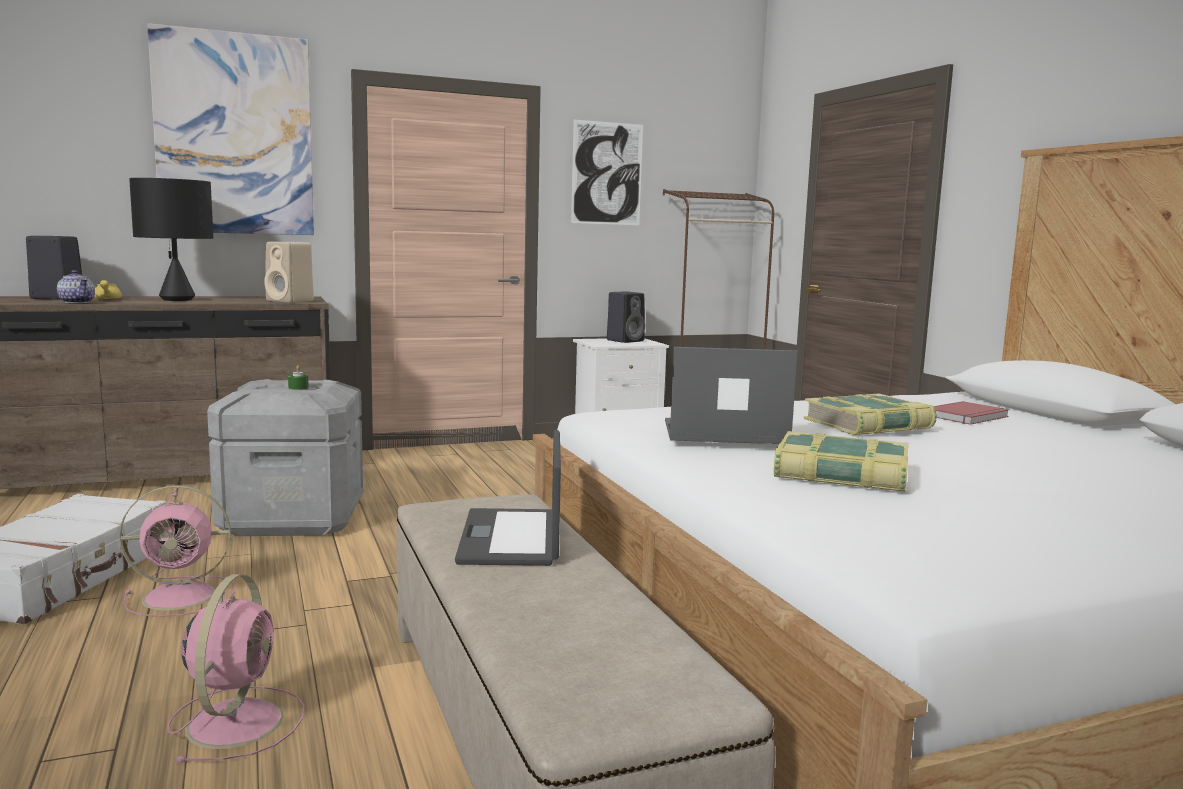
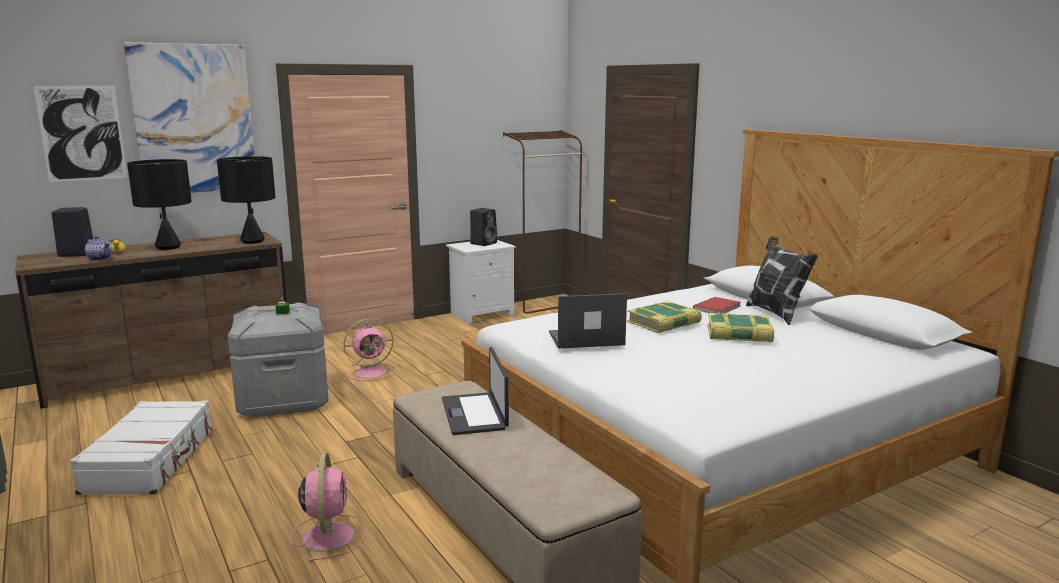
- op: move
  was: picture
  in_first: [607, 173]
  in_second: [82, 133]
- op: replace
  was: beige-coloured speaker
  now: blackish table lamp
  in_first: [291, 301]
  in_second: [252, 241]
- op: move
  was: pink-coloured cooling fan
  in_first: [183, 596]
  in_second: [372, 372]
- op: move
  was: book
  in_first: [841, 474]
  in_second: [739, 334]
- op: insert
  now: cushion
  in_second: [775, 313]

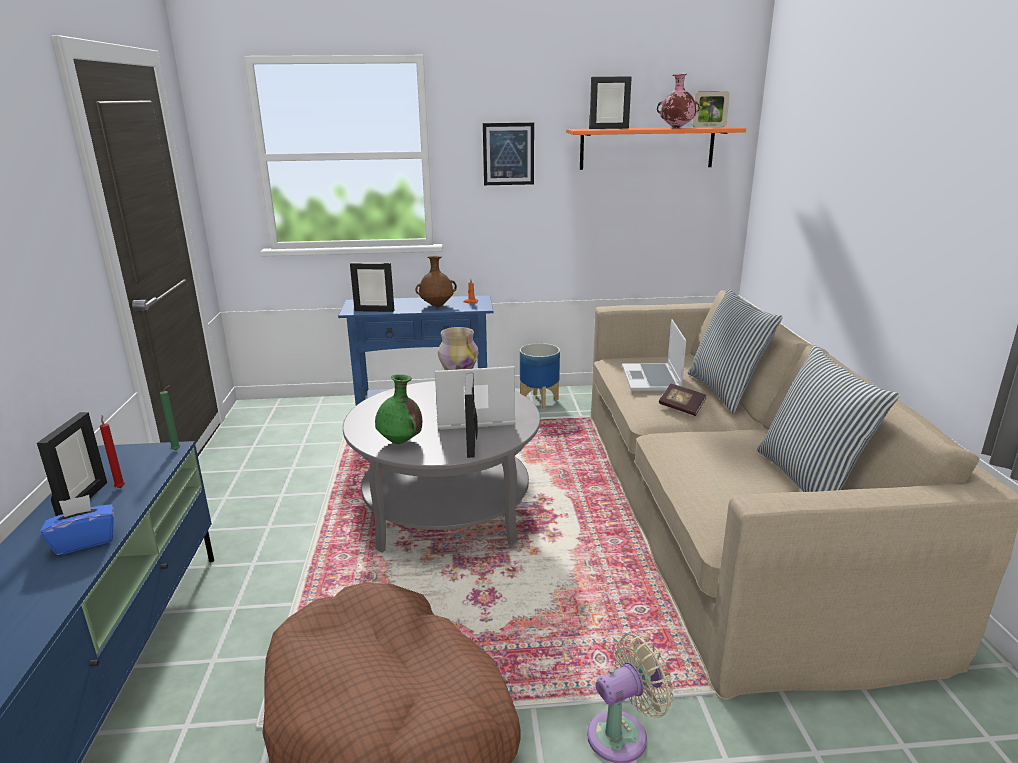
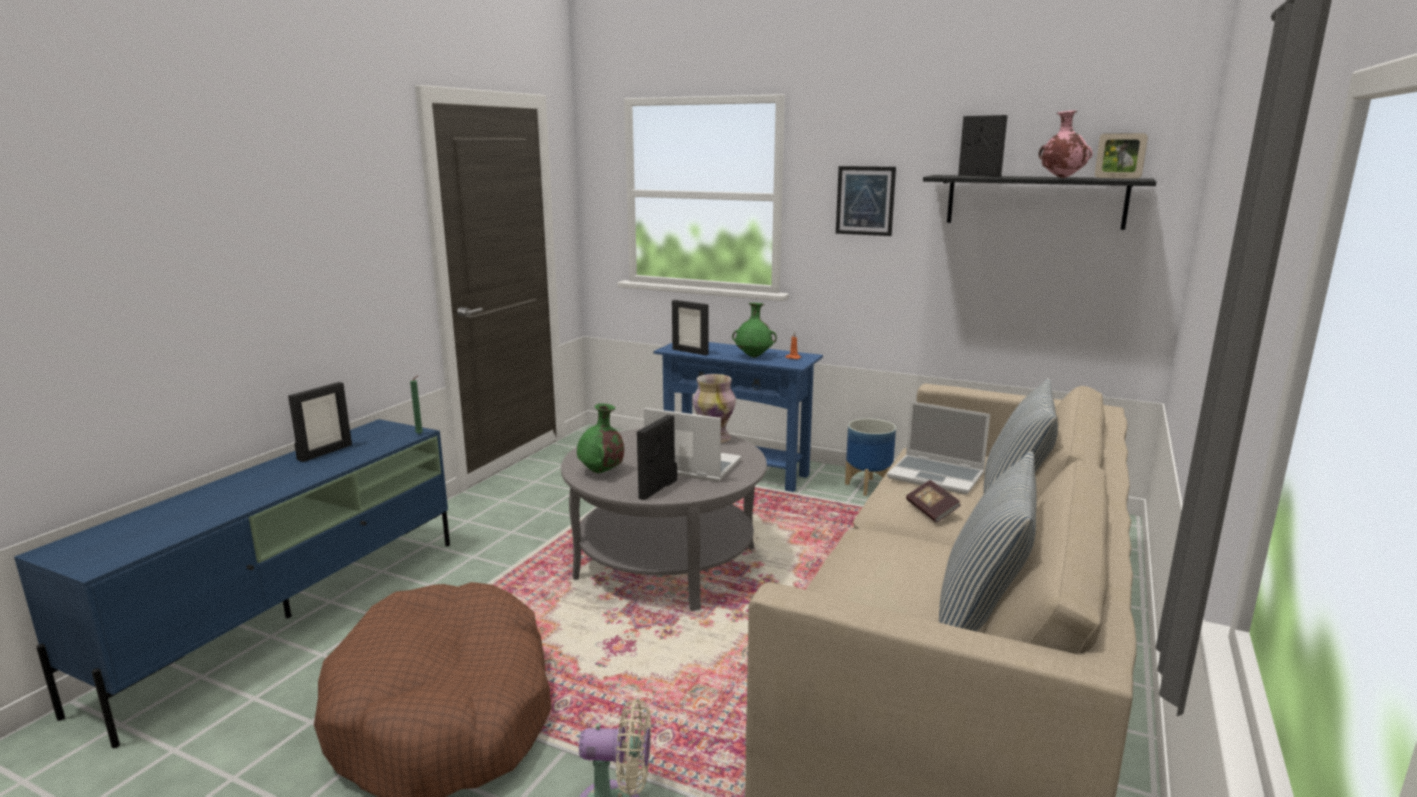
- op: recolor
  was: brownish decorative vase
  now: green-coloured decorative vase
  in_first: [437, 306]
  in_second: [754, 356]
- op: rotate
  was: portable computer
  in_first: [652, 379]
  in_second: [937, 476]
  clockwise: -90
- op: recolor
  was: orange bracket shelf
  now: blackish bracket shelf
  in_first: [647, 148]
  in_second: [1035, 201]
- op: rotate
  was: picture frame
  in_first: [608, 128]
  in_second: [978, 176]
  clockwise: -150
- op: delete
  was: blue-coloured tissue holder
  in_first: [85, 541]
- op: delete
  was: red-coloured wax light
  in_first: [120, 487]

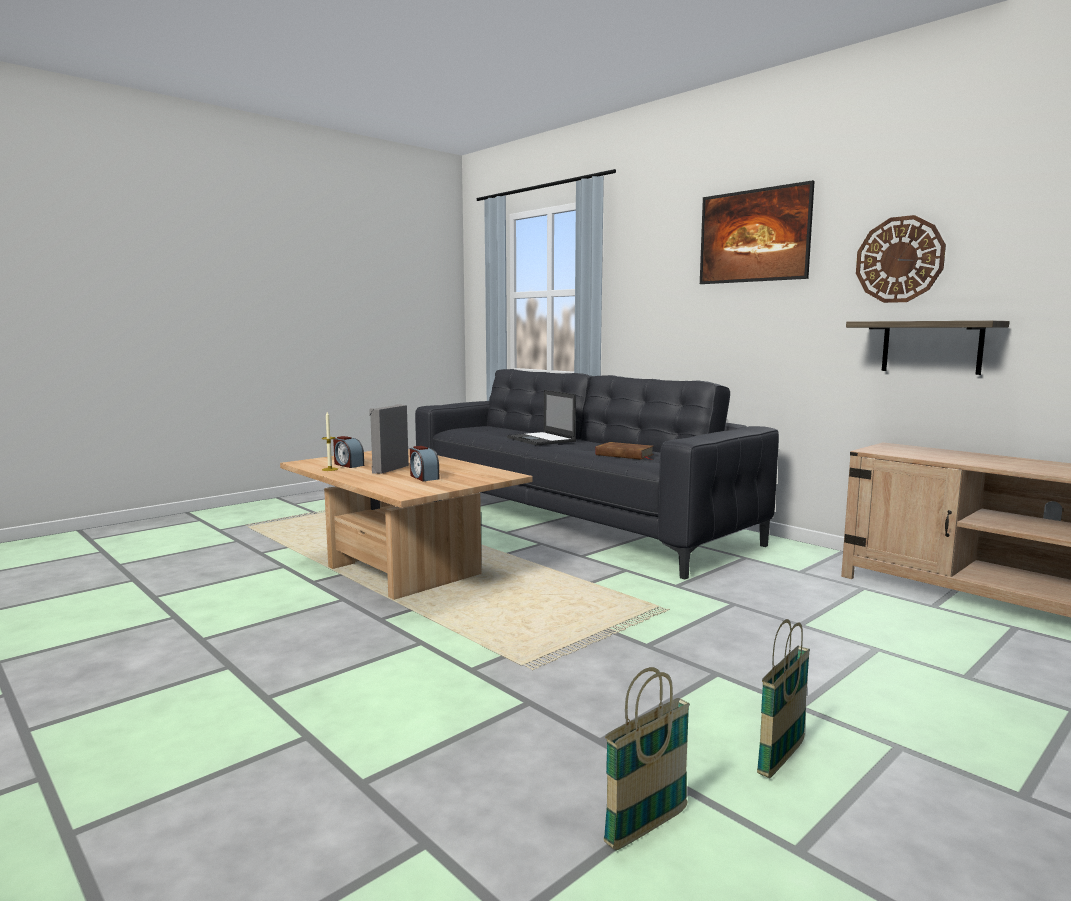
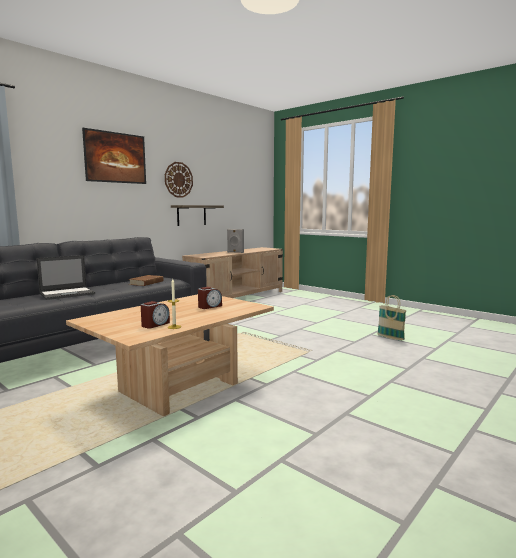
- op: move
  was: gray speaker
  in_first: [389, 469]
  in_second: [235, 252]
- op: delete
  was: basket
  in_first: [781, 758]

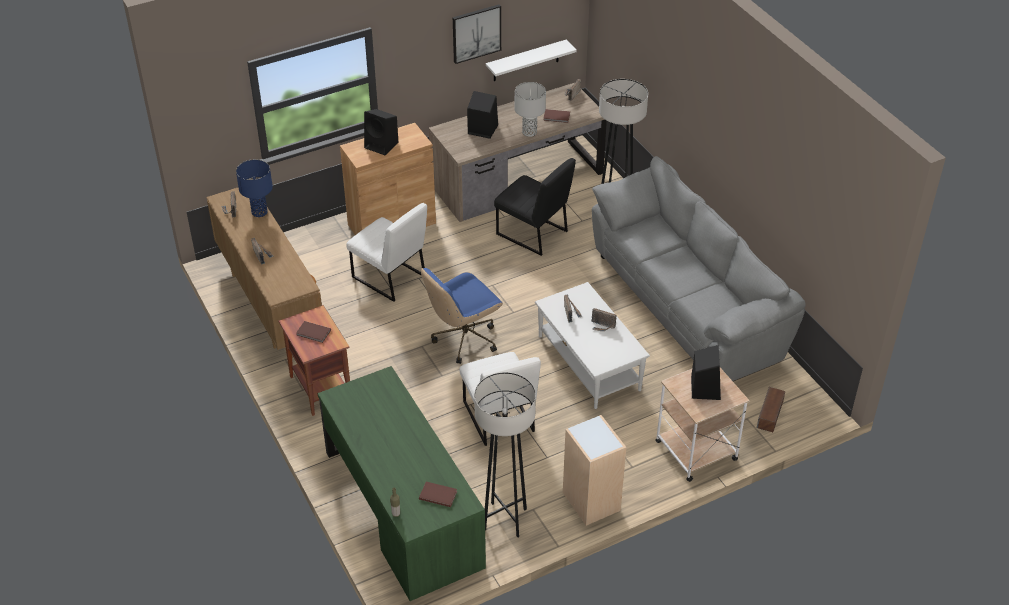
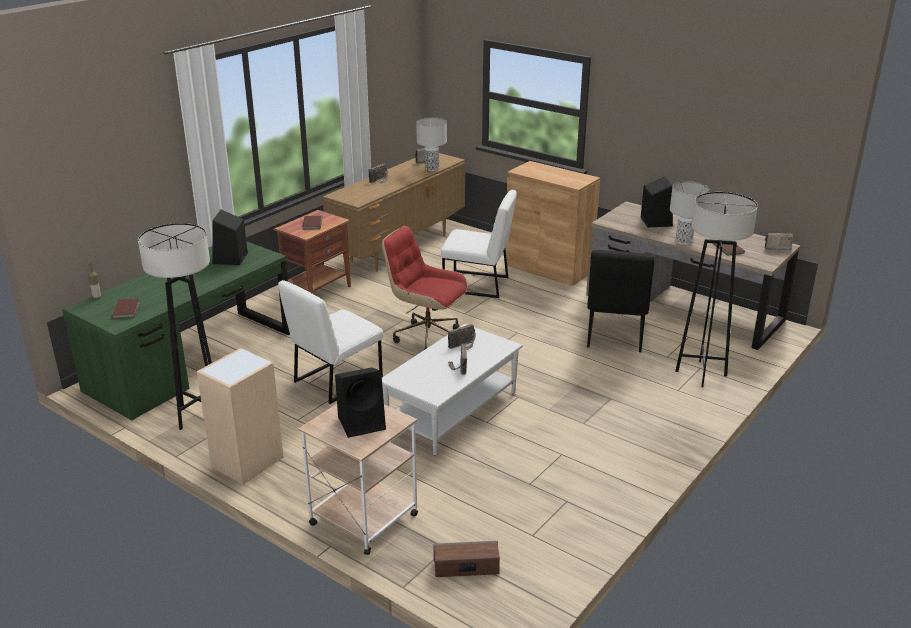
- op: move
  was: blackish speaker
  in_first: [382, 145]
  in_second: [230, 259]
- op: recolor
  was: blue-coloured desk chair
  now: red-coloured desk chair
  in_first: [463, 341]
  in_second: [426, 337]
- op: recolor
  was: blue-coloured table lamp
  now: white-coloured table lamp
  in_first: [259, 212]
  in_second: [431, 169]
- op: rotate
  was: white-coloured plain chair
  in_first: [390, 278]
  in_second: [478, 284]
  clockwise: -90
- op: delete
  was: picture
  in_first: [476, 33]
- op: delete
  was: white-coloured bracket shelf
  in_first: [526, 61]
- op: delete
  was: gray sofa
  in_first: [686, 307]

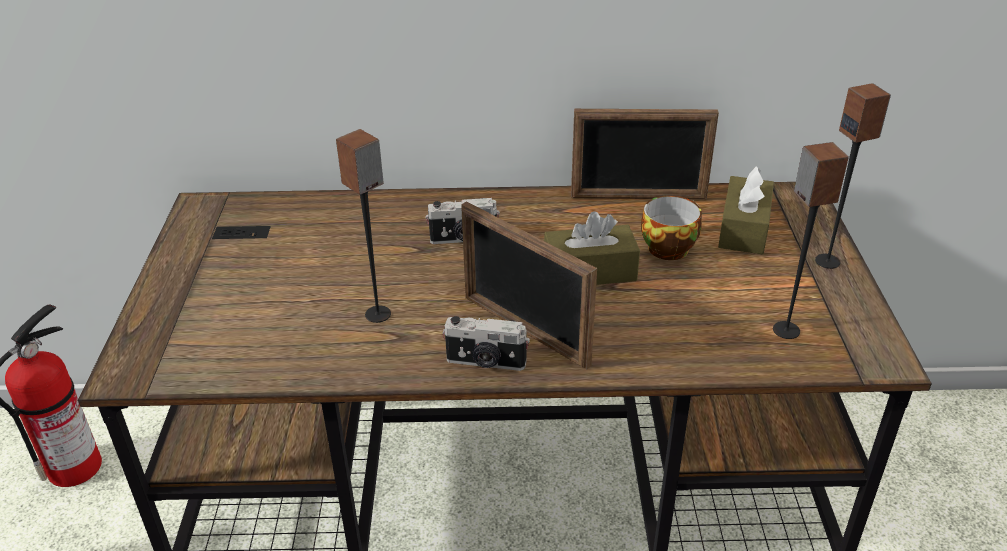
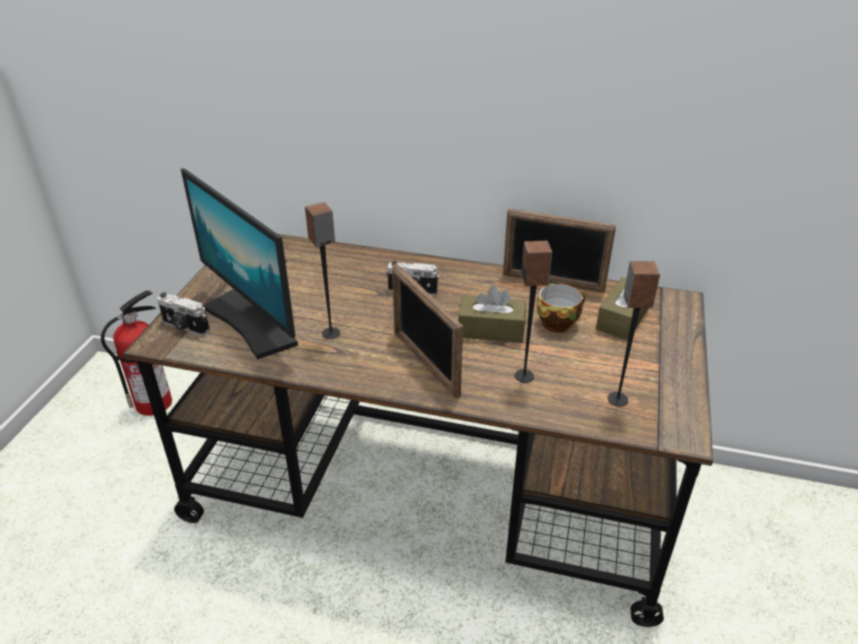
- op: move
  was: still camera
  in_first: [486, 362]
  in_second: [185, 327]
- op: insert
  now: computer display
  in_second: [253, 322]
- op: move
  was: speaker
  in_first: [828, 261]
  in_second: [524, 376]

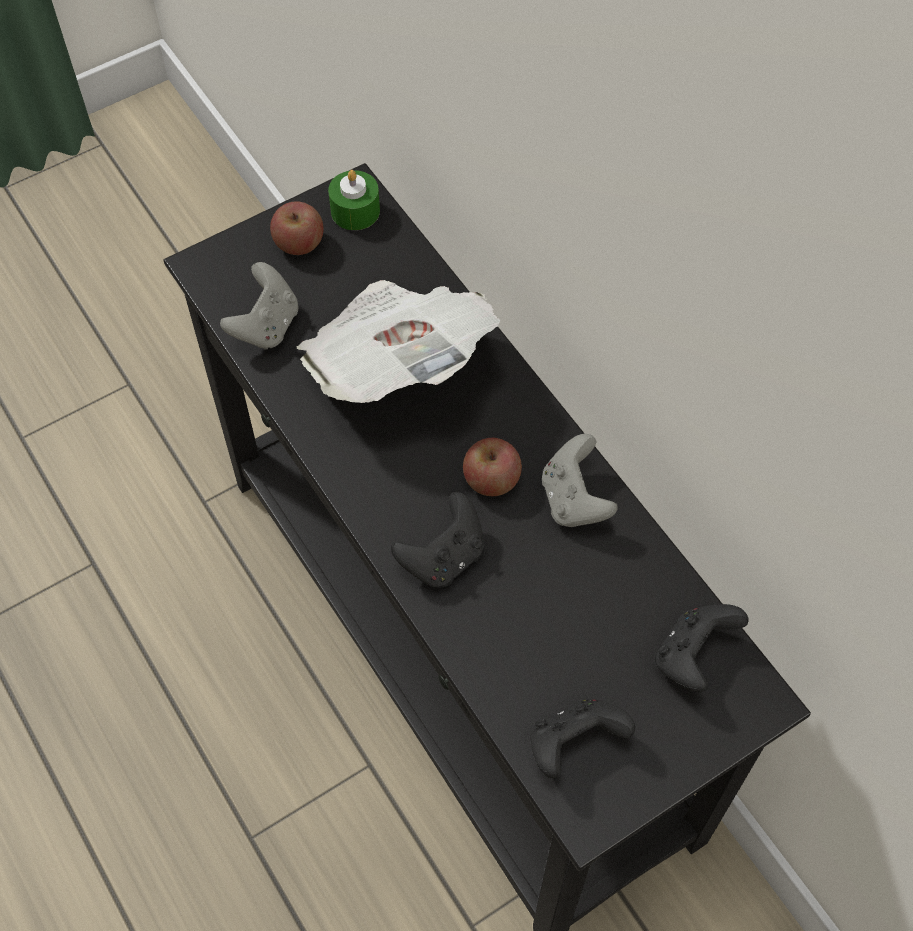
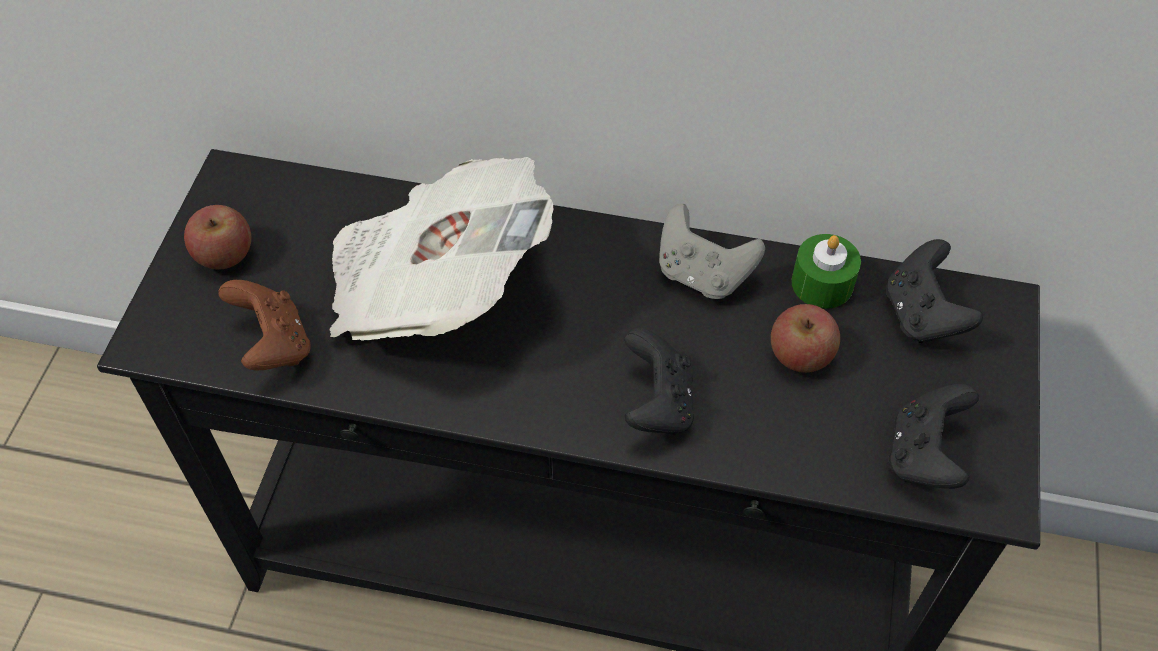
- op: recolor
  was: gray game controller
  now: brownish game controller
  in_first: [266, 326]
  in_second: [274, 345]
- op: move
  was: whole apple
  in_first: [491, 479]
  in_second: [800, 355]
- op: move
  was: green-coloured wax light
  in_first: [355, 211]
  in_second: [822, 283]

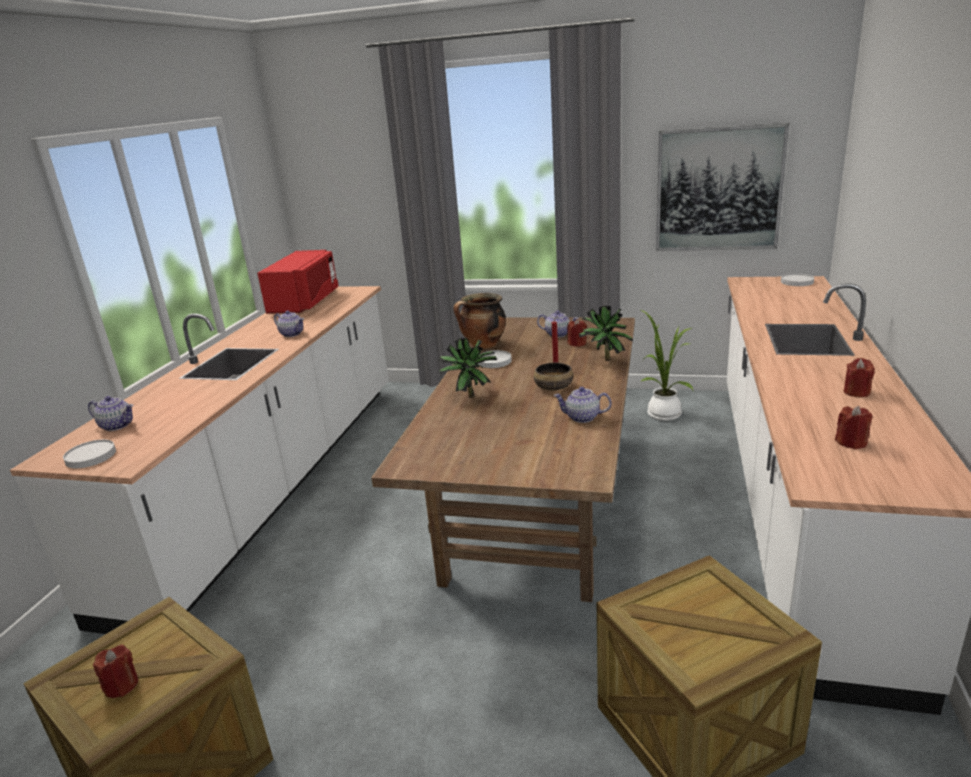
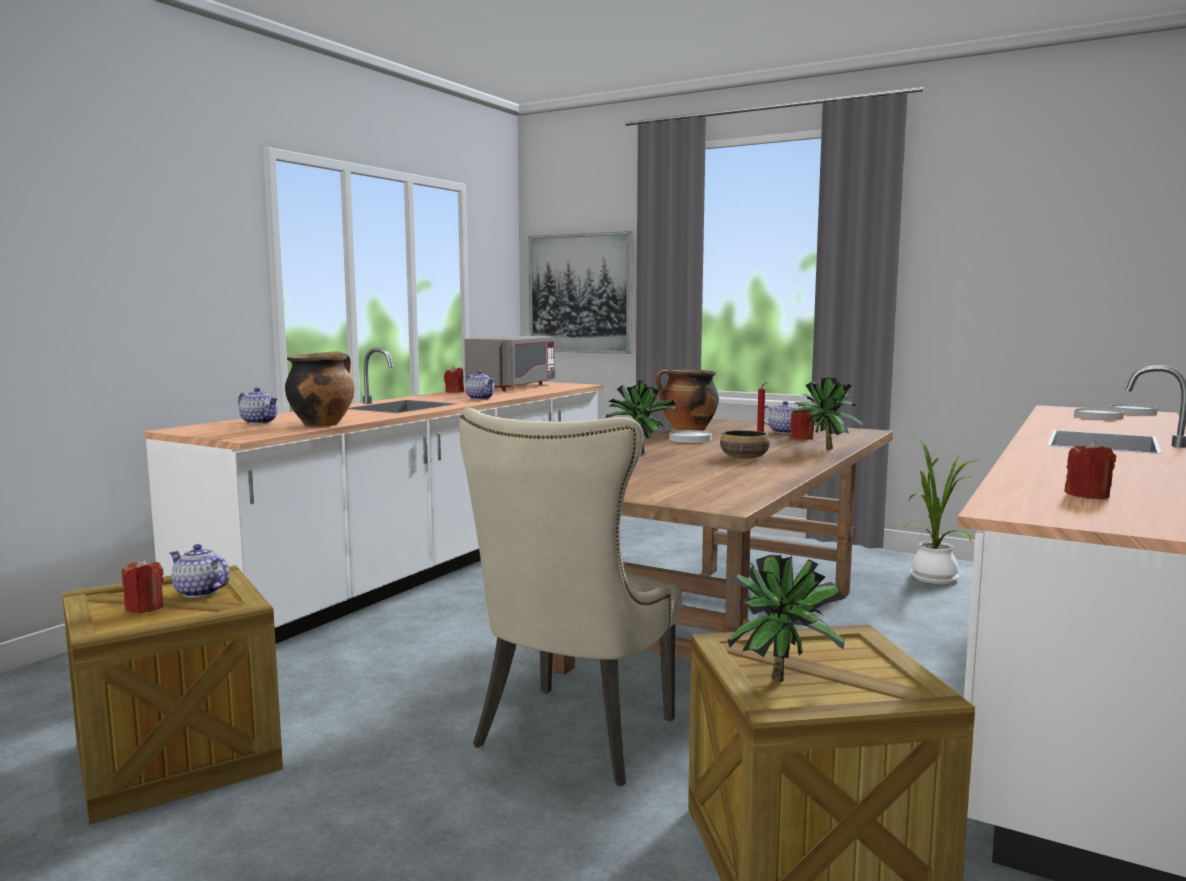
- op: move
  was: tea pot
  in_first: [582, 417]
  in_second: [199, 592]
- op: insert
  now: saucepot
  in_second: [322, 424]
- op: move
  was: red-coloured wax light
  in_first: [856, 392]
  in_second: [454, 392]
- op: insert
  now: beige-coloured plain chair
  in_second: [575, 736]
- op: recolor
  was: red-coloured microwave
  now: gray microwave
  in_first: [305, 303]
  in_second: [513, 387]
- op: move
  was: picture
  in_first: [718, 189]
  in_second: [580, 293]
- op: insert
  now: potted plant
  in_second: [782, 677]
- op: move
  was: white-coloured dinner plate
  in_first: [91, 456]
  in_second: [1098, 417]

